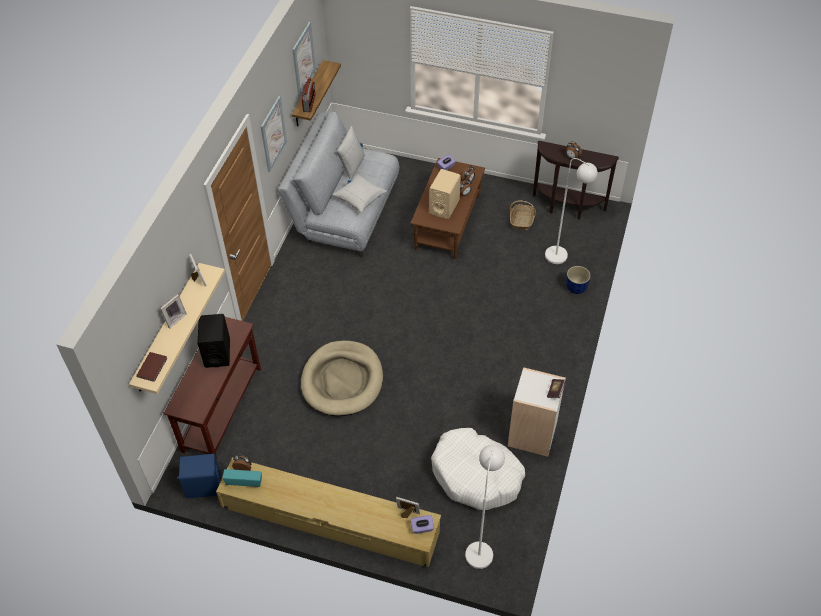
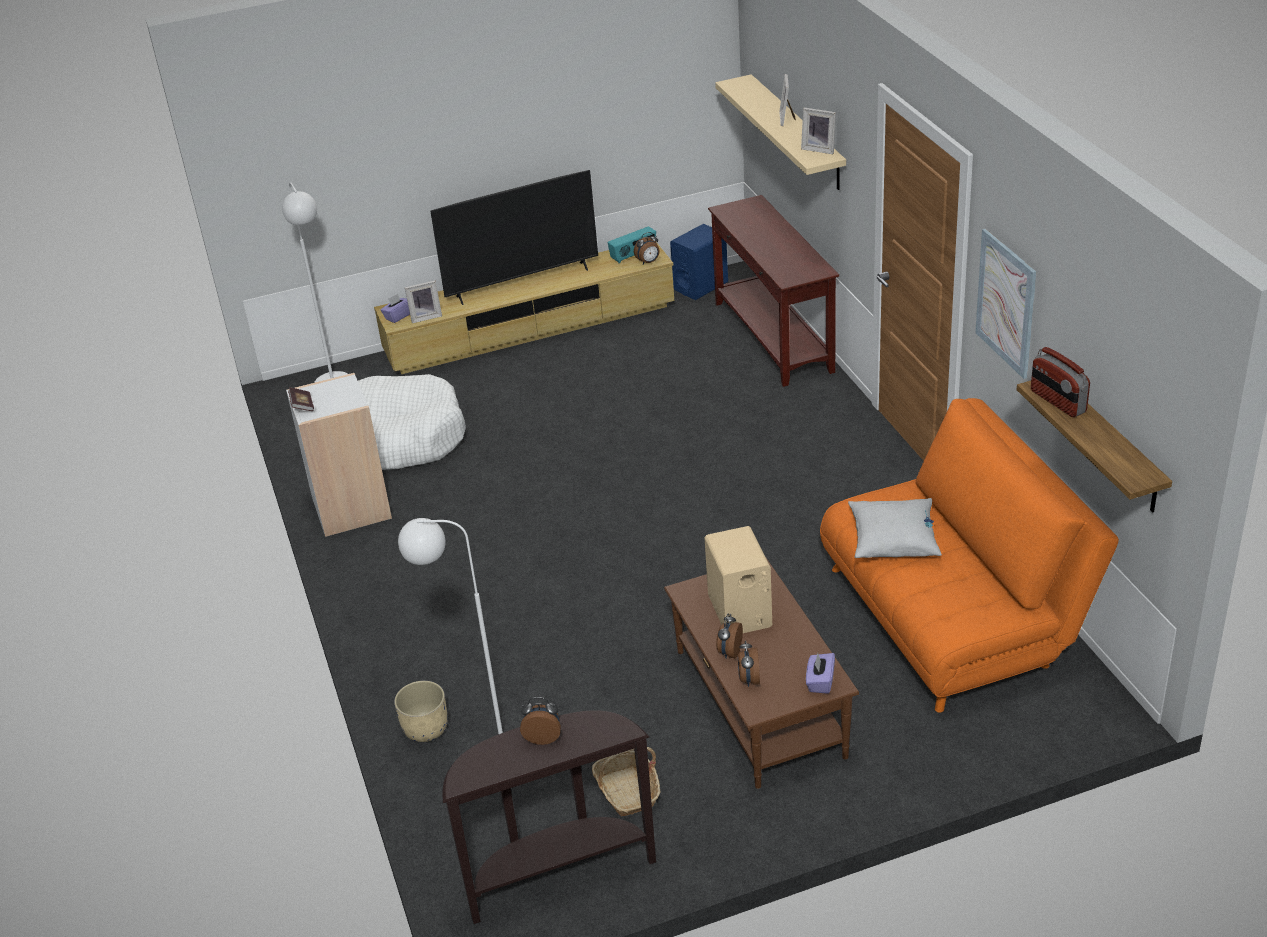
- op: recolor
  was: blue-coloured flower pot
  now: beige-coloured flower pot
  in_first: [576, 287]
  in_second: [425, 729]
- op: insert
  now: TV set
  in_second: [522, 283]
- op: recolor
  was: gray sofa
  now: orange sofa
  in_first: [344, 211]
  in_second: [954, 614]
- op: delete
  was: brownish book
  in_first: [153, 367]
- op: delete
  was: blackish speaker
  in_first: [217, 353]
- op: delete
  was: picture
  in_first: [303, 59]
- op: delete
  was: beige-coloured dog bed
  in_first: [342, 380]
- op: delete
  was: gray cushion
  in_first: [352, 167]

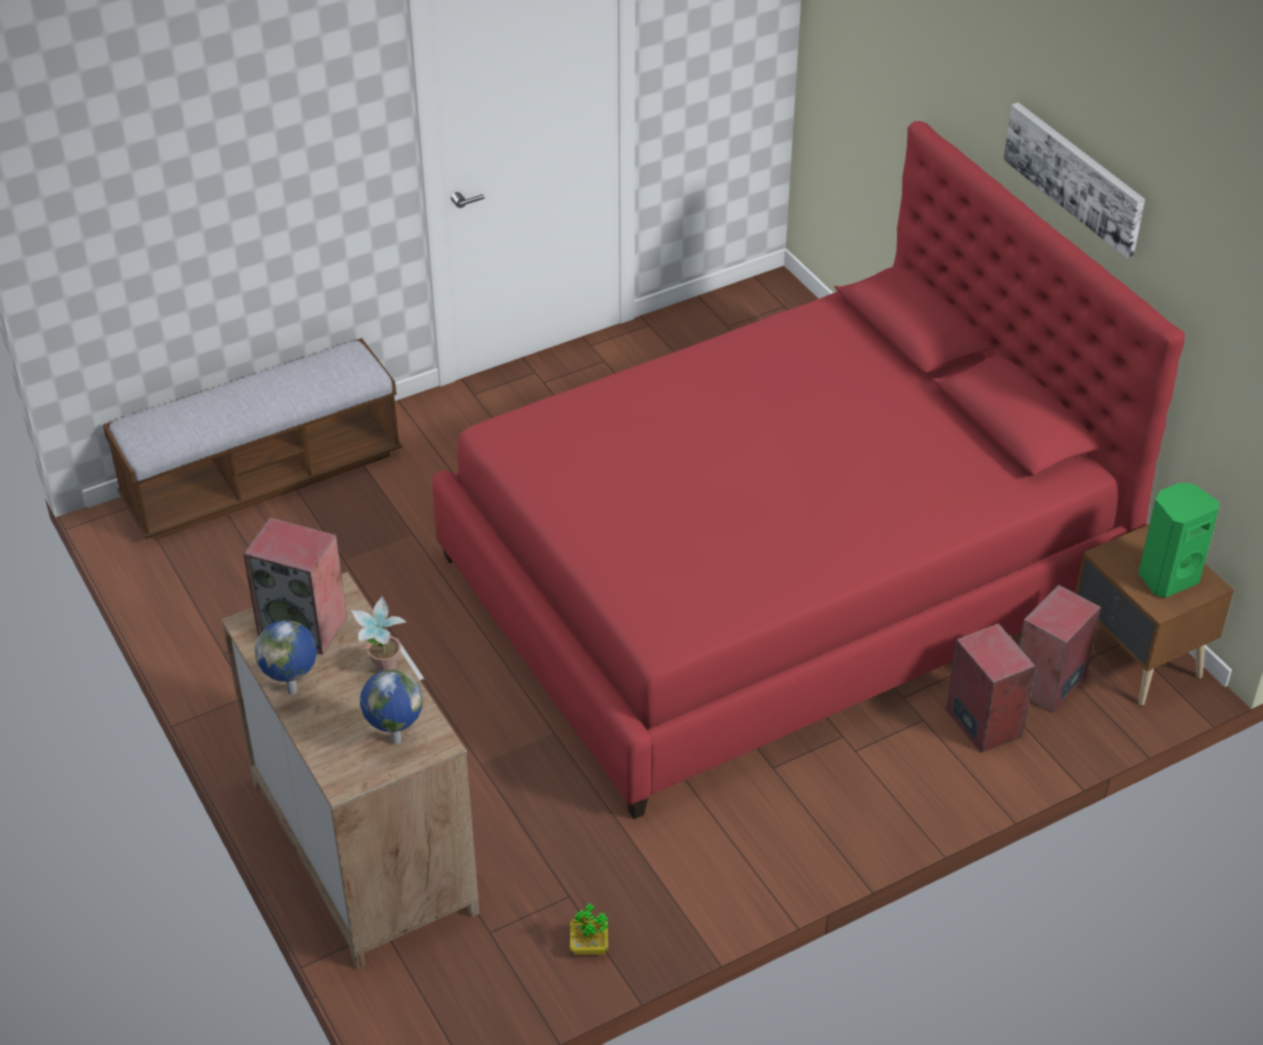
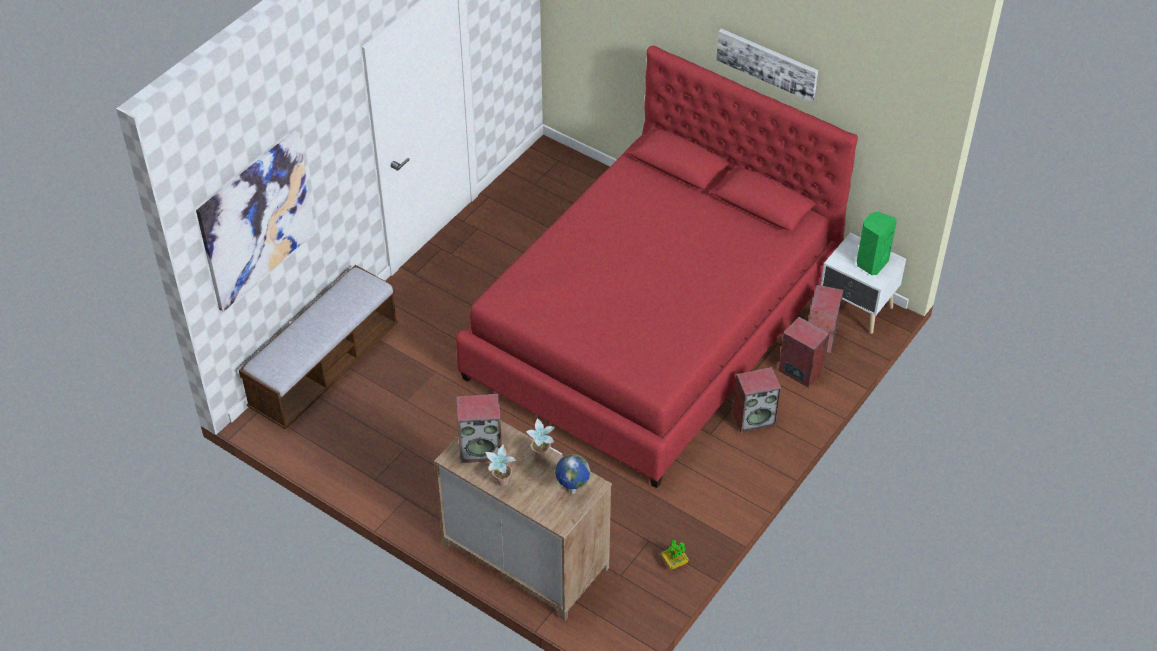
- op: insert
  now: picture
  in_second: [256, 220]
- op: replace
  was: world globe
  now: potted plant
  in_first: [293, 690]
  in_second: [501, 485]
- op: insert
  now: speaker
  in_second: [754, 418]
- op: recolor
  was: brownish nightstand
  now: white-coloured nightstand
  in_first: [1136, 660]
  in_second: [856, 309]

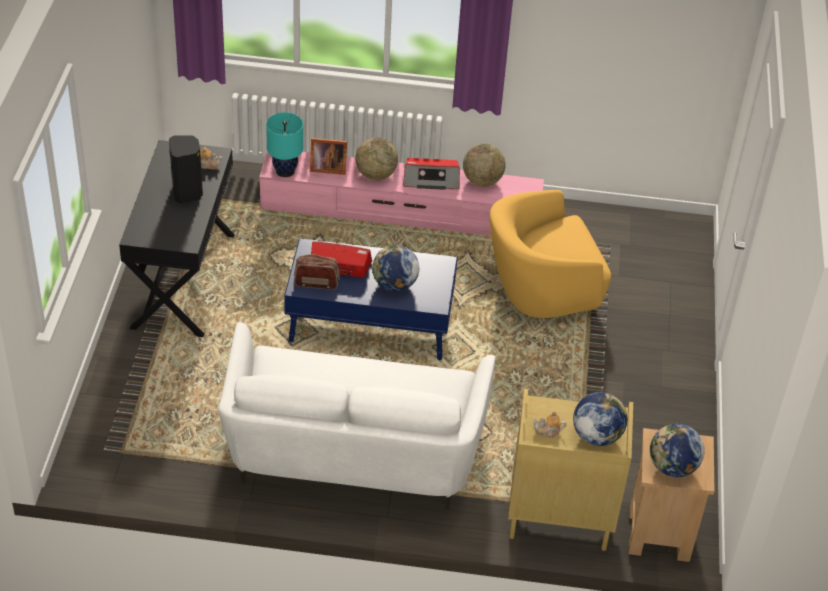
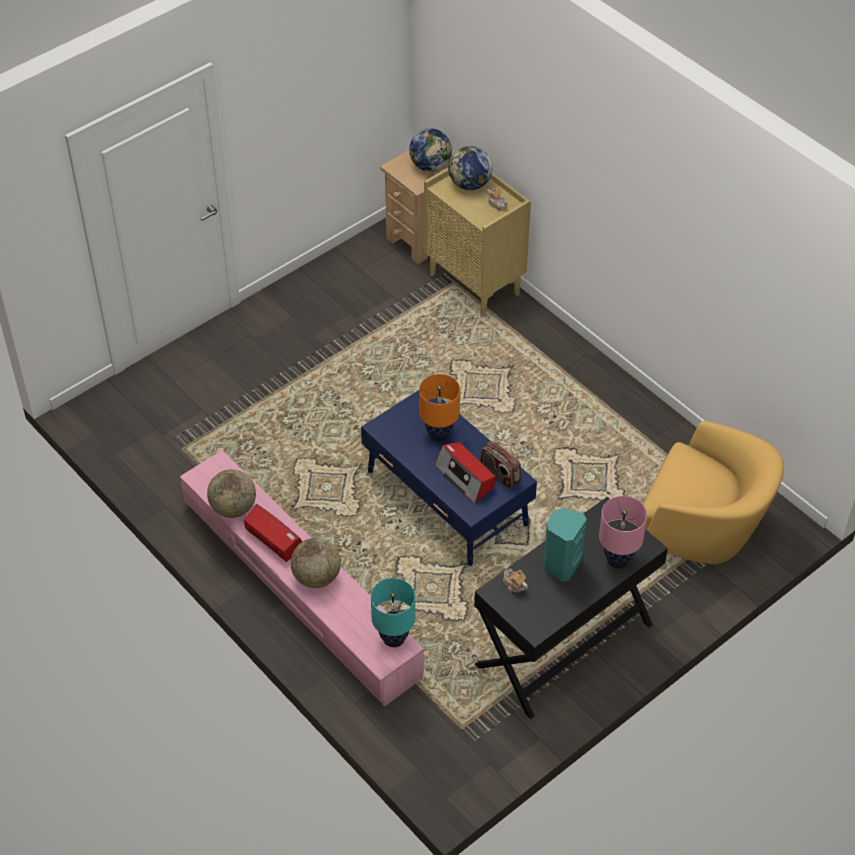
- op: replace
  was: world globe
  now: orange table lamp
  in_first: [394, 285]
  in_second: [439, 433]
- op: recolor
  was: blackish speaker
  now: turquoise-coloured speaker
  in_first: [188, 193]
  in_second: [561, 564]
- op: insert
  now: pink-coloured table lamp
  in_second: [618, 558]
- op: move
  was: yellow lounge chair
  in_first: [541, 292]
  in_second: [703, 529]
- op: delete
  was: white-coloured sofa
  in_first: [352, 455]
- op: delete
  was: picture frame
  in_first: [327, 167]

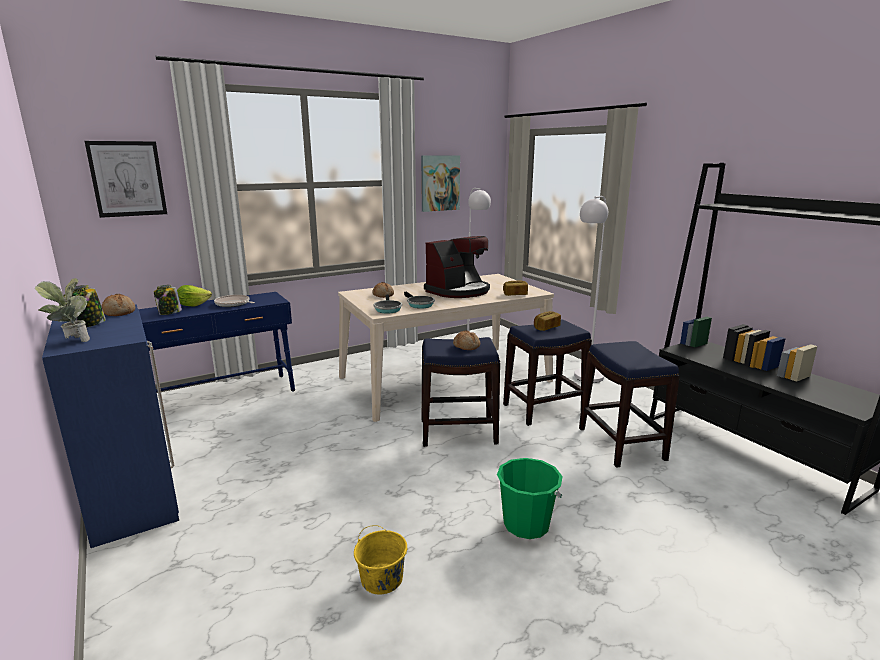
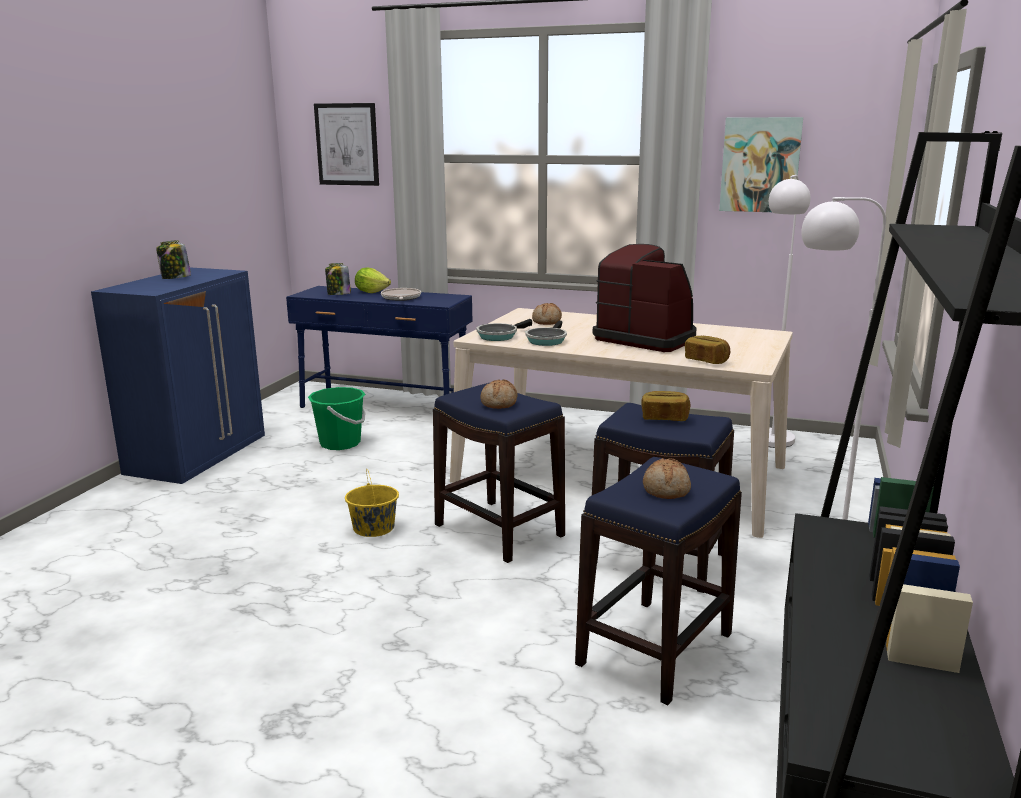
- op: move
  was: green-coloured pail
  in_first: [526, 524]
  in_second: [340, 443]
- op: move
  was: yellow pail
  in_first: [382, 579]
  in_second: [374, 528]
- op: rotate
  was: coffee maker
  in_first: [458, 291]
  in_second: [647, 338]
  clockwise: -150
- op: move
  was: baked bread
  in_first: [119, 312]
  in_second: [666, 489]
- op: delete
  was: potted plant
  in_first: [72, 341]

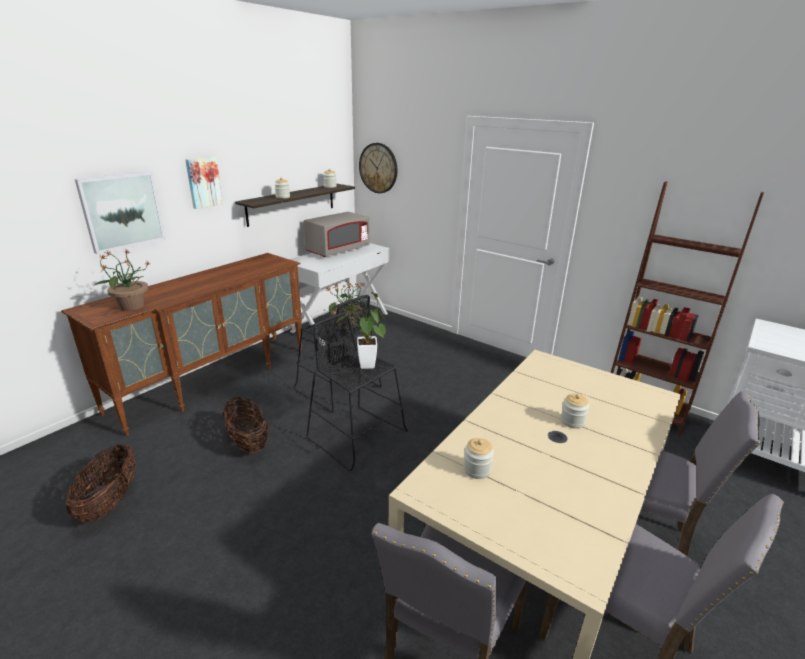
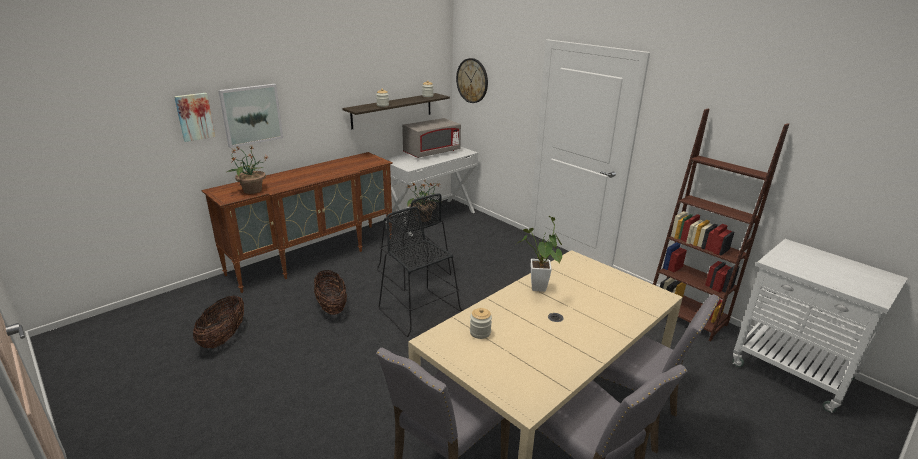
- op: move
  was: picture
  in_first: [203, 182]
  in_second: [194, 116]
- op: move
  was: potted plant
  in_first: [367, 367]
  in_second: [538, 290]
- op: delete
  was: preserve jar
  in_first: [572, 421]

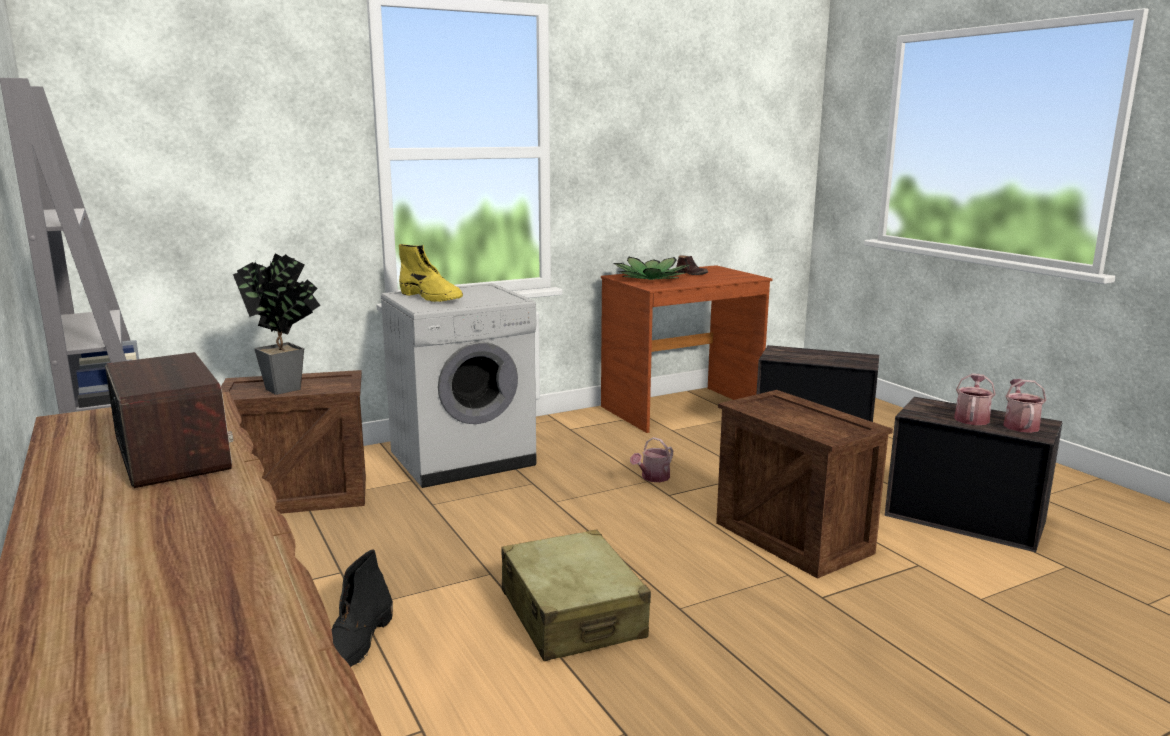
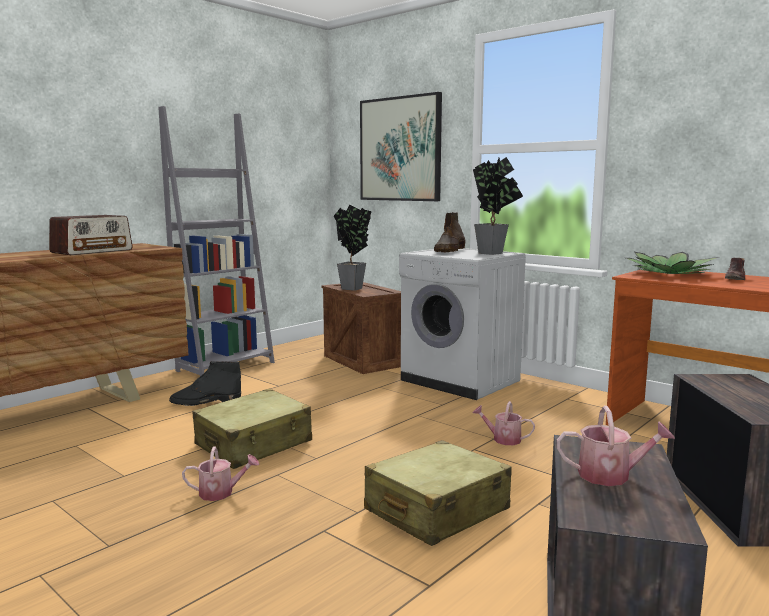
- op: move
  was: sprinkling can
  in_first: [1019, 424]
  in_second: [221, 492]
- op: insert
  now: picture
  in_second: [400, 149]
- op: replace
  was: packing crate
  now: beige-coloured suitcase
  in_first: [795, 538]
  in_second: [436, 510]
- op: recolor
  was: yellow boot
  now: brownish boot
  in_first: [431, 297]
  in_second: [449, 251]
- op: insert
  now: potted plant
  in_second: [494, 253]

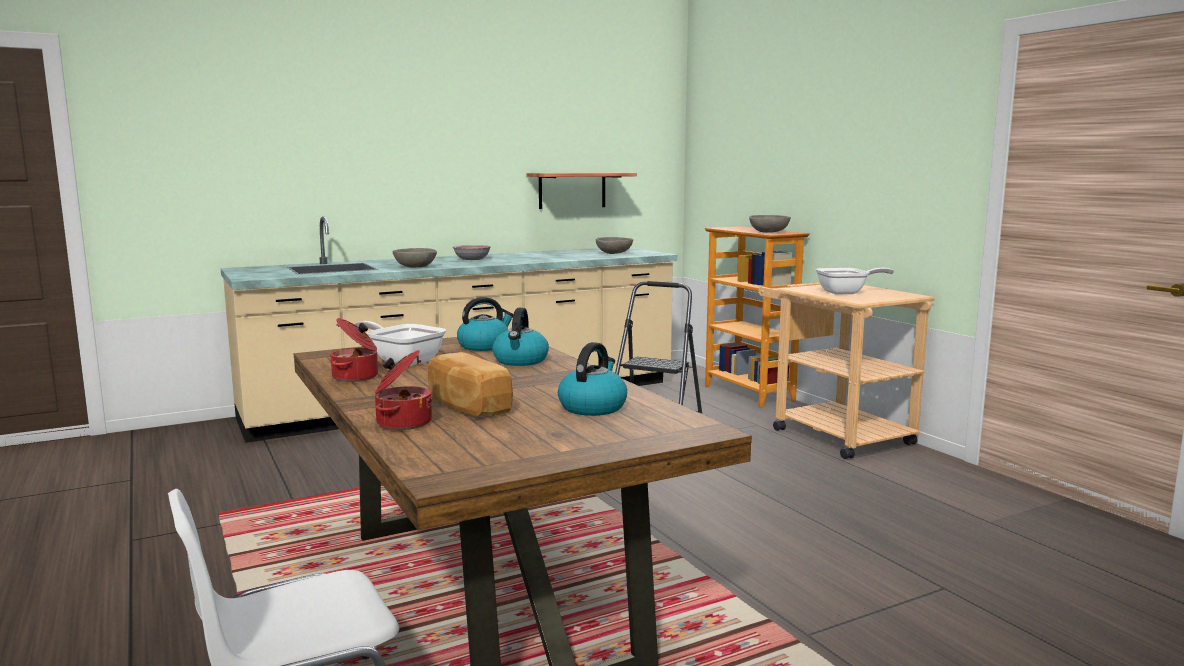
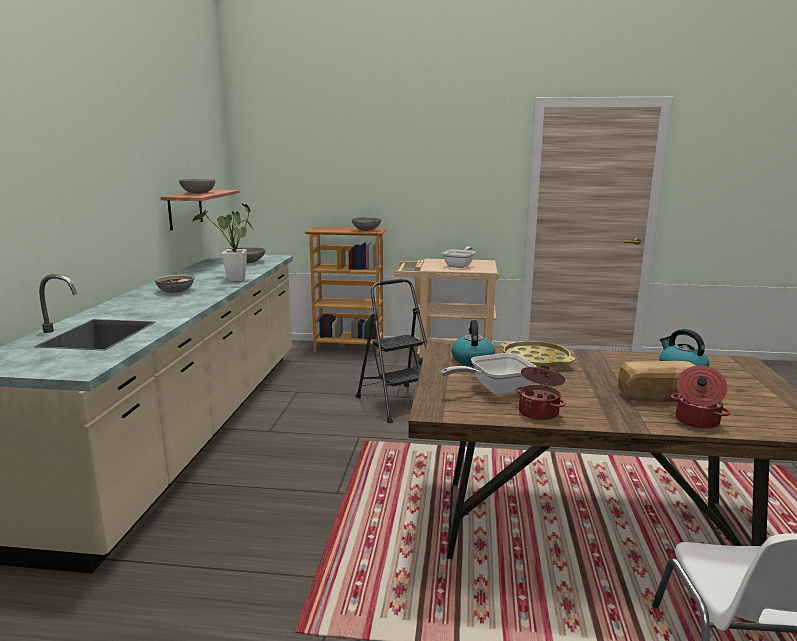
- op: move
  was: gray bowl
  in_first: [415, 267]
  in_second: [199, 193]
- op: insert
  now: potted plant
  in_second: [235, 280]
- op: replace
  was: tea kettle
  now: yellow carrying tray
  in_first: [520, 361]
  in_second: [536, 360]

